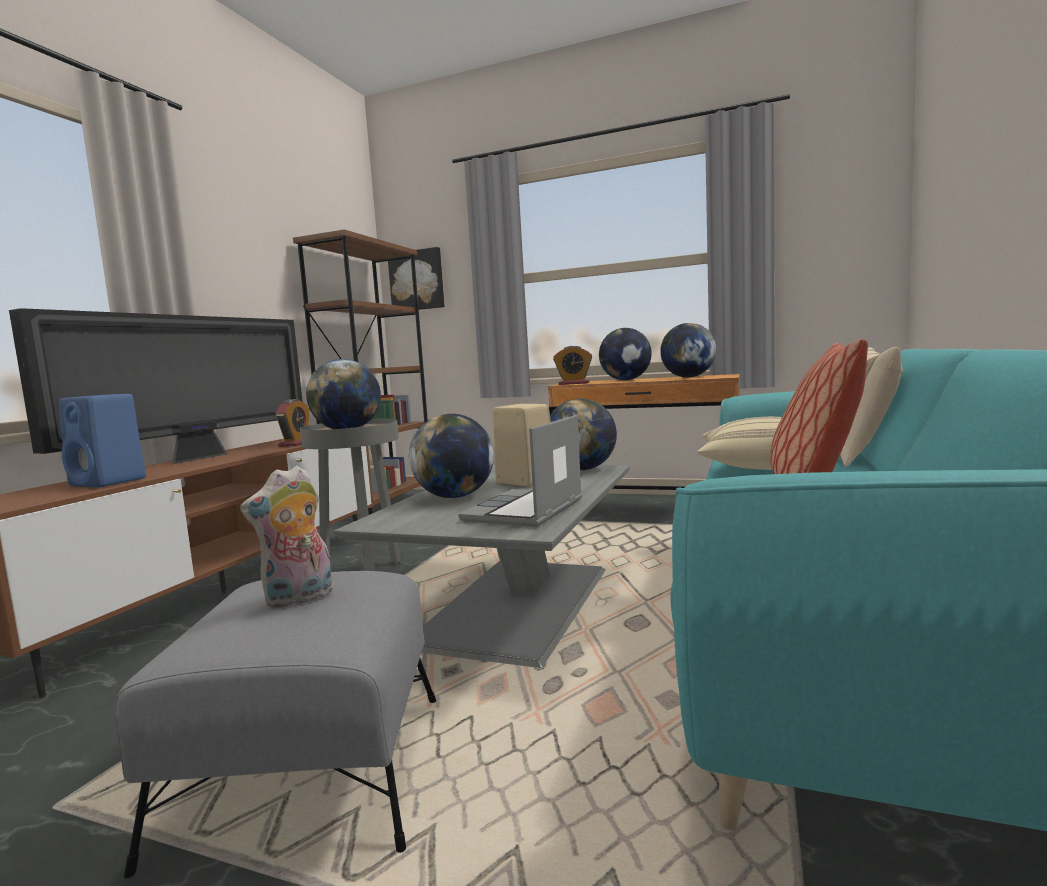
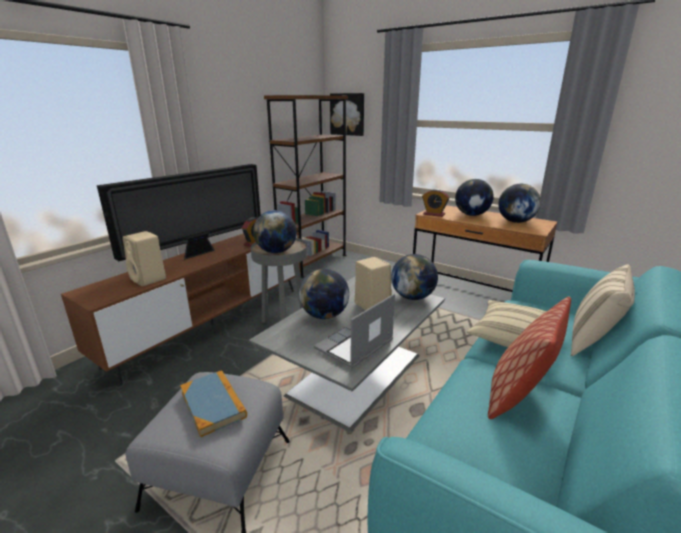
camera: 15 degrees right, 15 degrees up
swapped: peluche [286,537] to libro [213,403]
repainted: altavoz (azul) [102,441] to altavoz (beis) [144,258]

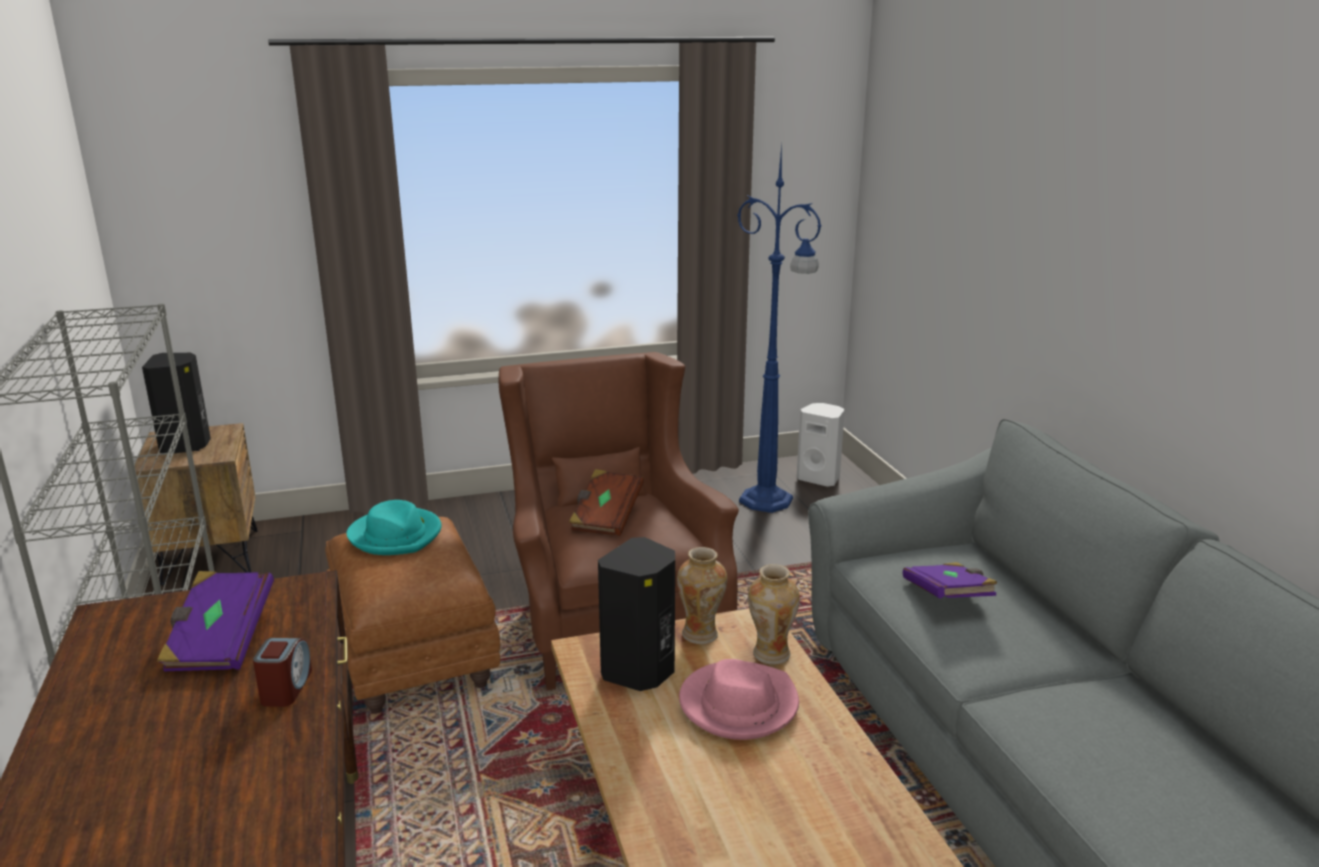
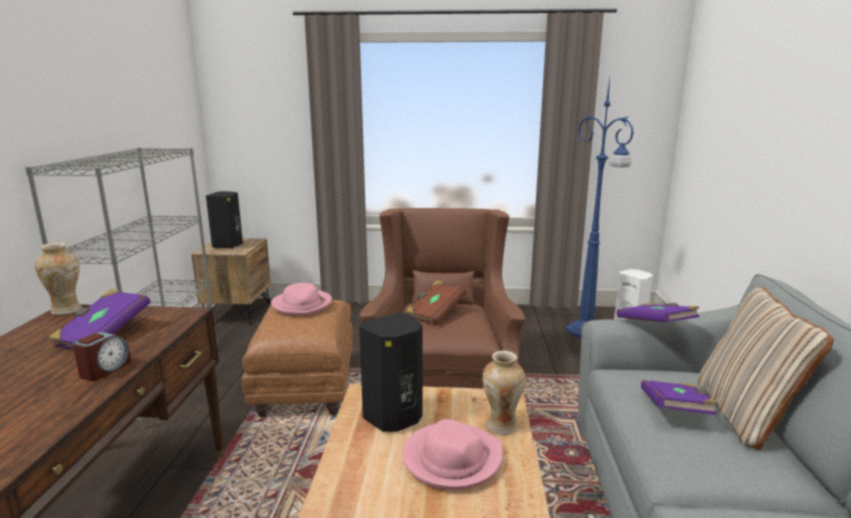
camera: 20 degrees right, 5 degrees down
new: libro (morado) [658,312]; cojín (beis) [766,368]
shifted: florero [702,595] to [58,279]
repainted: sombrero (turquesa) [394,527] to sombrero (rosa) [301,299]

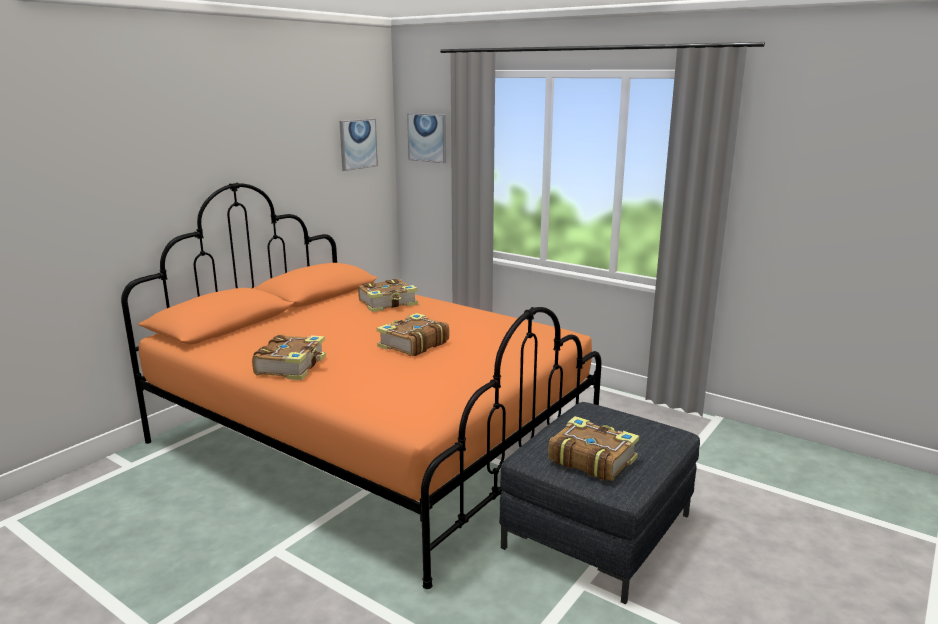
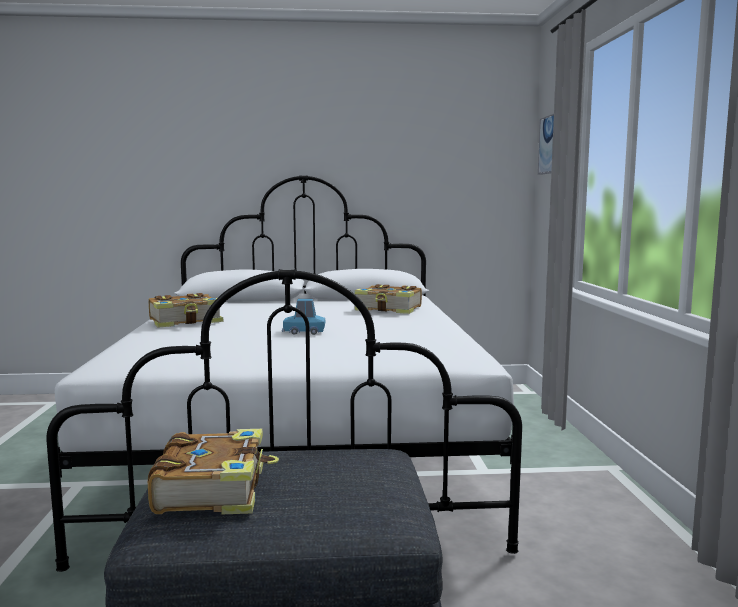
camera: 50 degrees right, 10 degrees down
gone: cuadro [358,145]
swapped: libro [413,334] to coche de juguete (azul) [303,317]
repainted: cama (naranja) [361,386] to cama (blanco) [284,373]

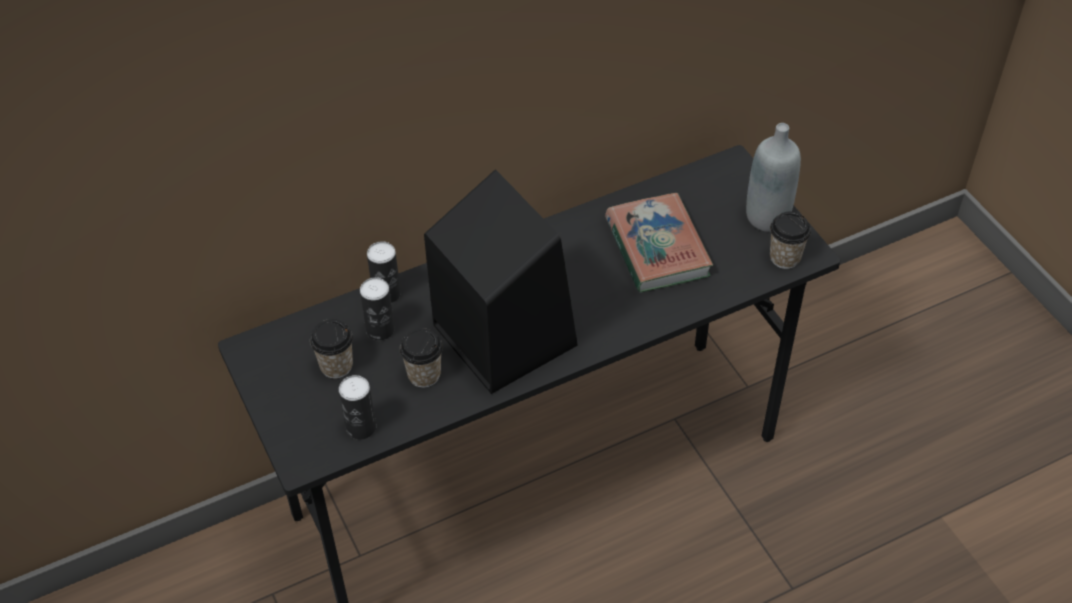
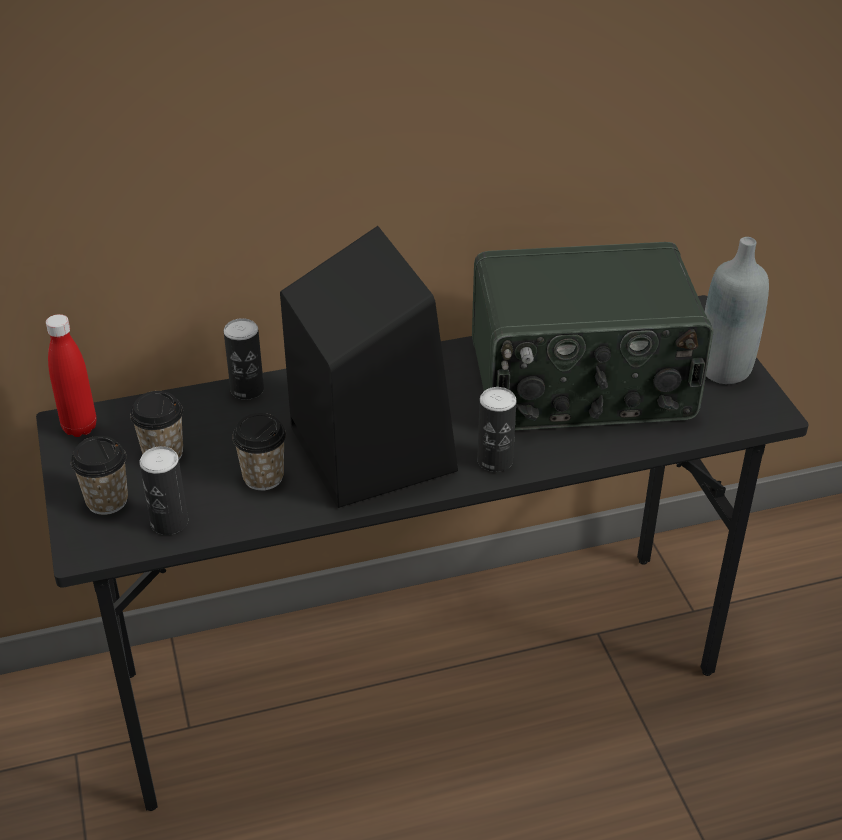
camera: 10 degrees right, 10 degrees down
new: botella (rojo) [71,375]
shifted: taza [790,240] to [99,475]; lata [377,308] to [497,429]
swapped: libro [659,243] to radio [592,336]

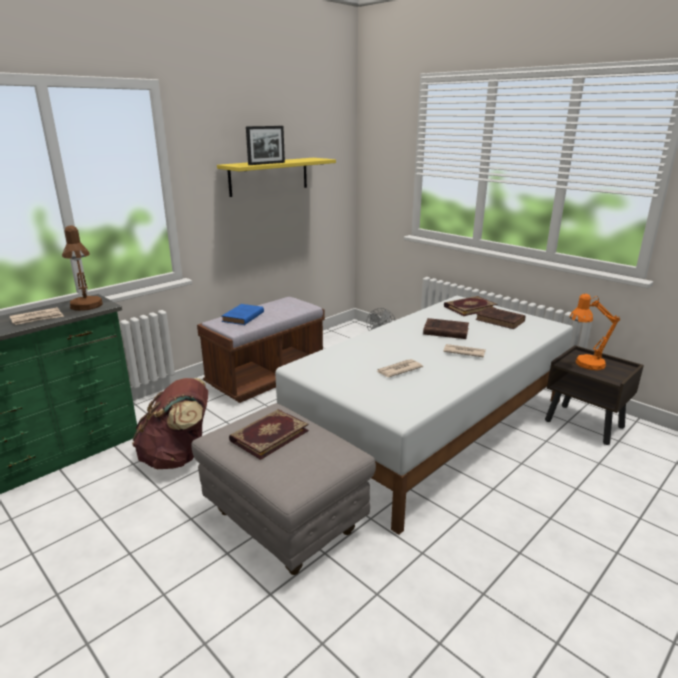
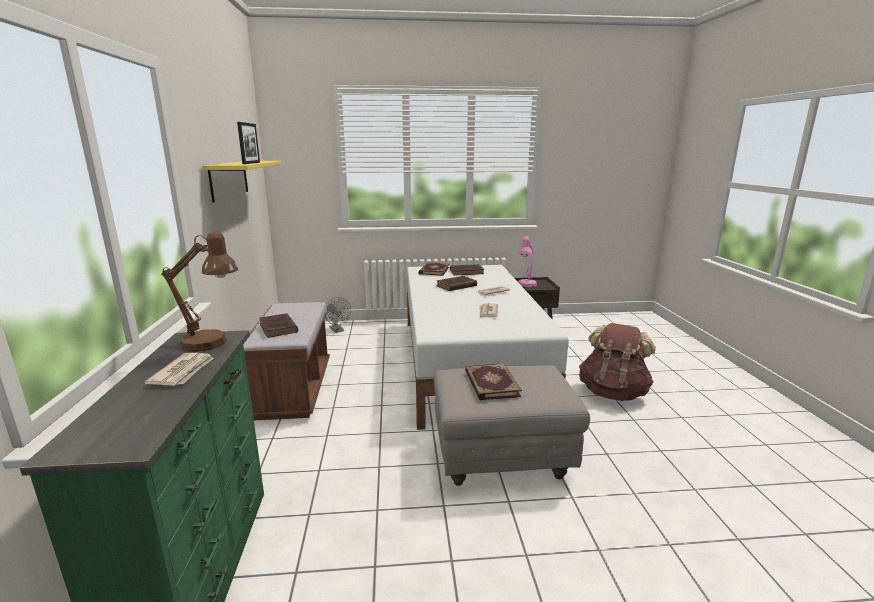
camera: 50 degrees left, 5 degrees down
shifted: mochila (marrón) [170,423] to [617,362]
repainted: libro (azul) [243,314] to libro (marrón) [278,325]; lámpara de mesa (naranja) [594,331] to lámpara de mesa (rosa) [527,261]

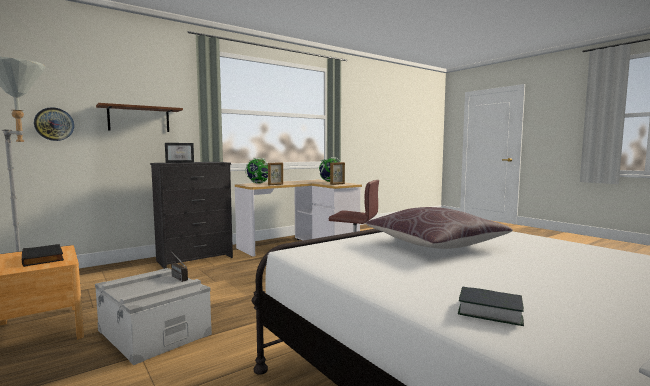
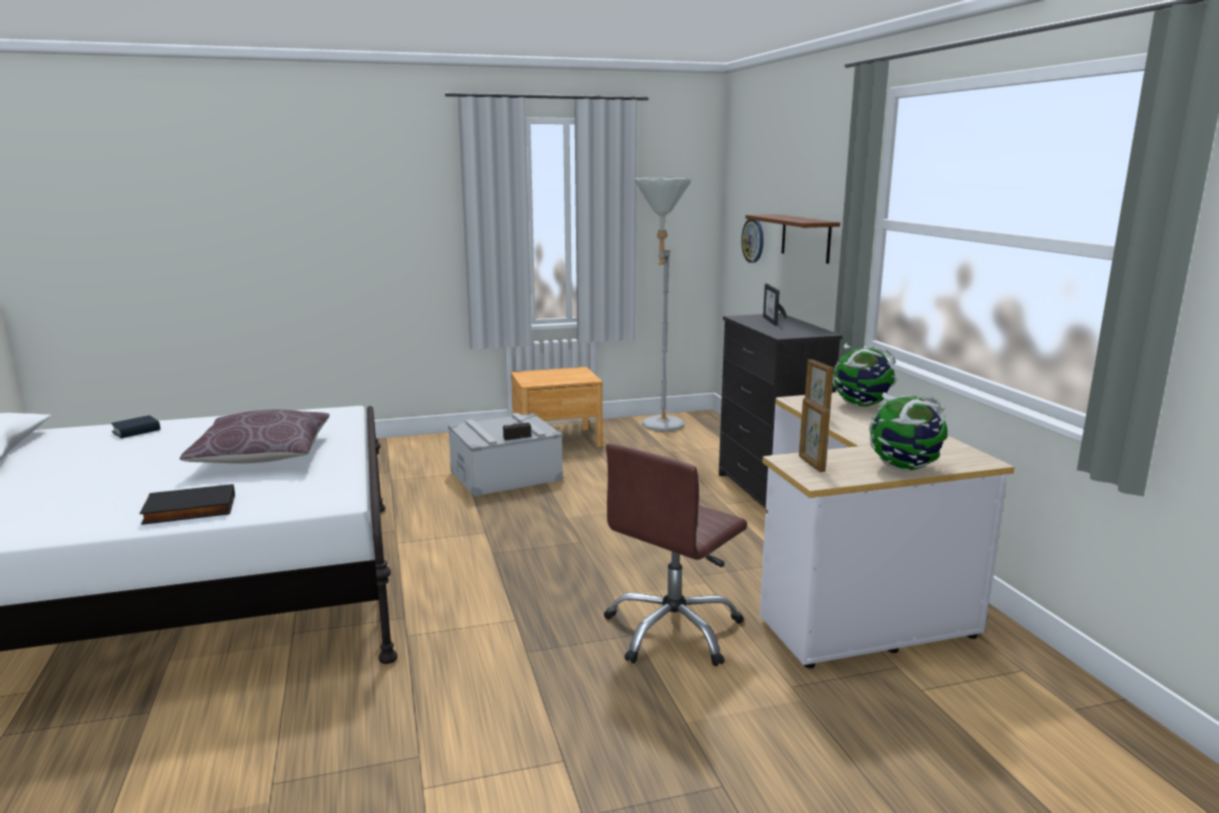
camera: 110 degrees right, 10 degrees up
shifted: libro (negro) [43,255] to [187,504]

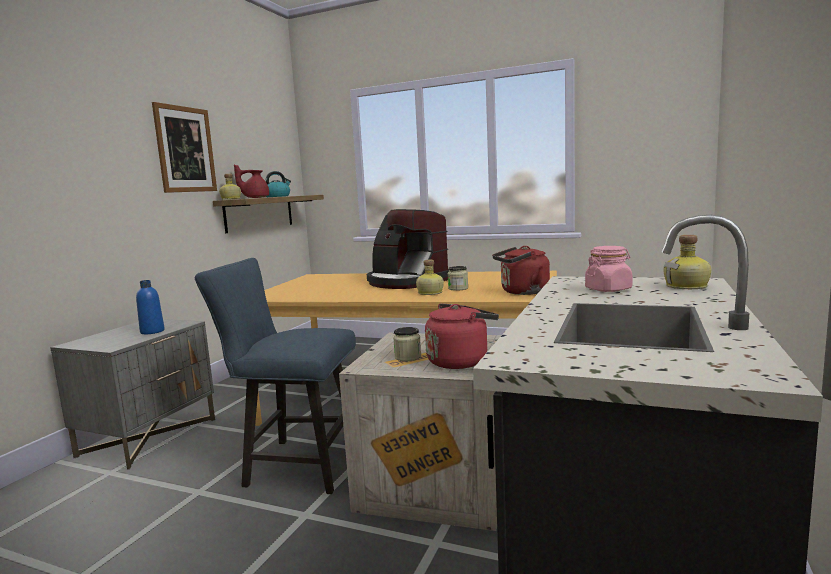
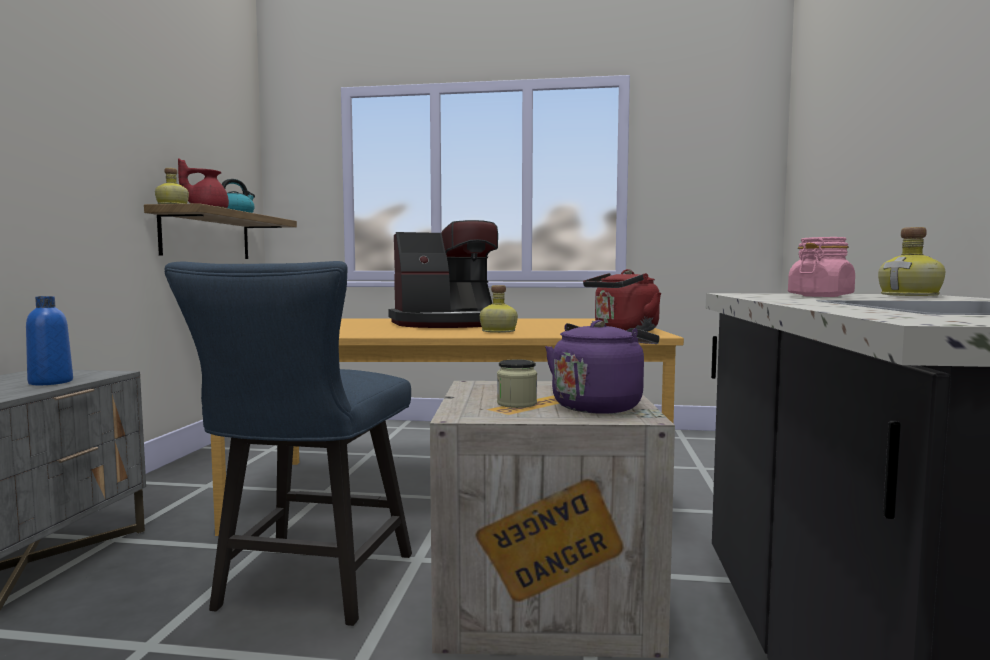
camera: 15 degrees left, 5 degrees down
gone: cuadro [184,147]; tarro [457,278]
repainted: hervidor (rojo) [462,336] to hervidor (morado) [602,367]
rotated: silla (azul) [275,376] = [288,443] 75 degrees counterclockwise; cafetera [408,249] = [443,274] 45 degrees counterclockwise

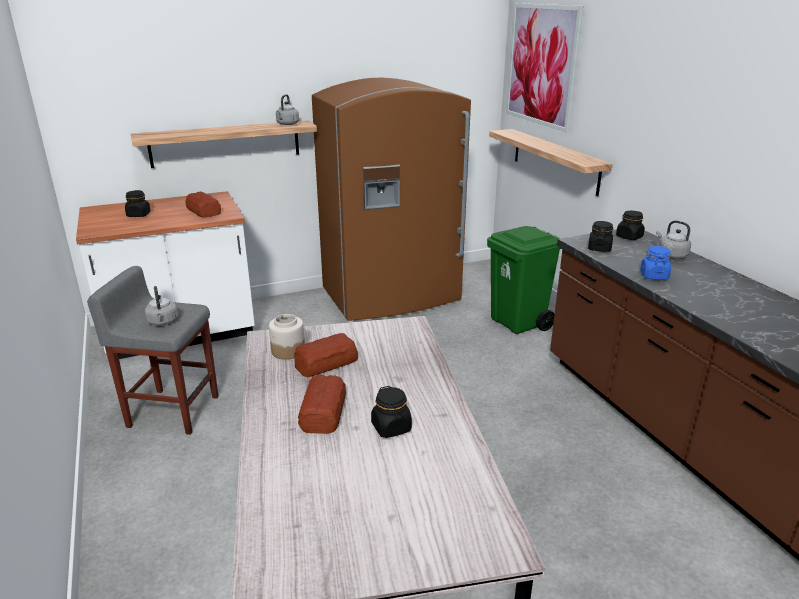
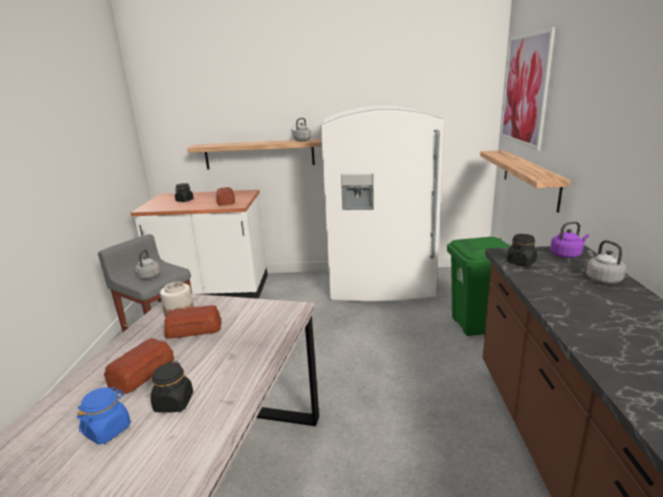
camera: 25 degrees right, 5 degrees down
shifted: tarro (azul) [655,263] to [104,416]
swapped: tarro (negro) [630,225] to hervidor (morado) [569,239]
repainted: nevera (marrón) [391,199] to nevera (blanco) [382,203]

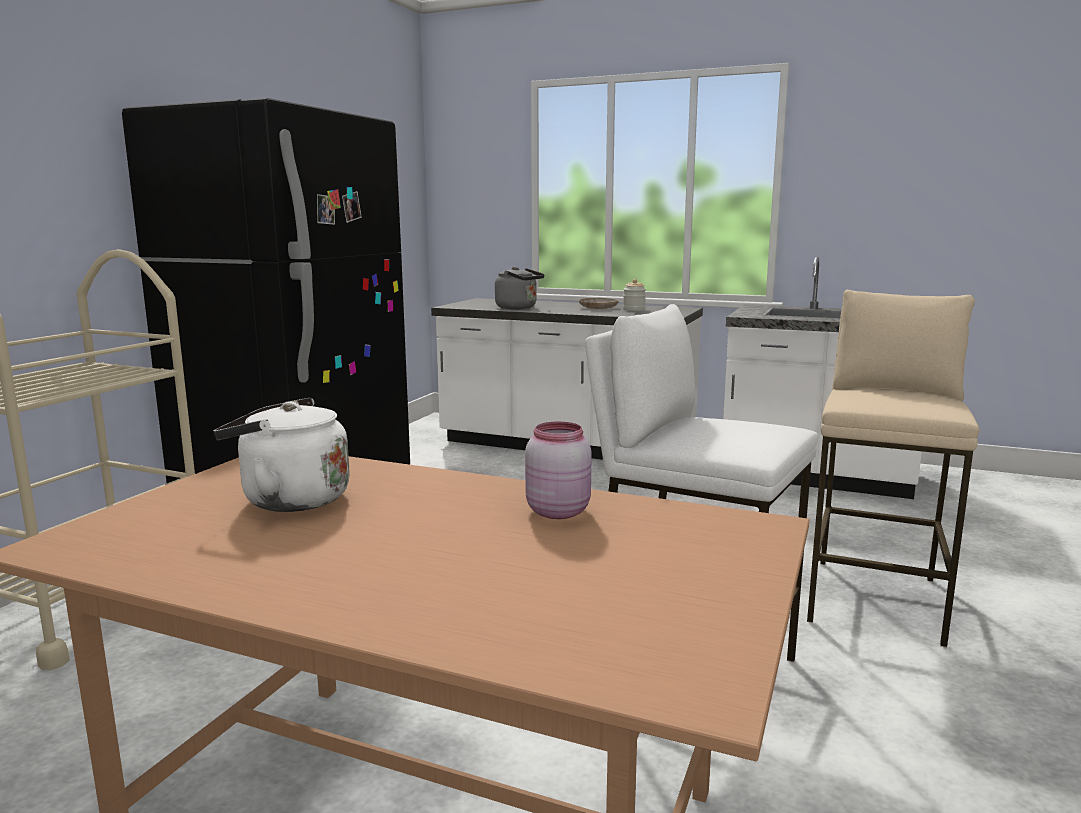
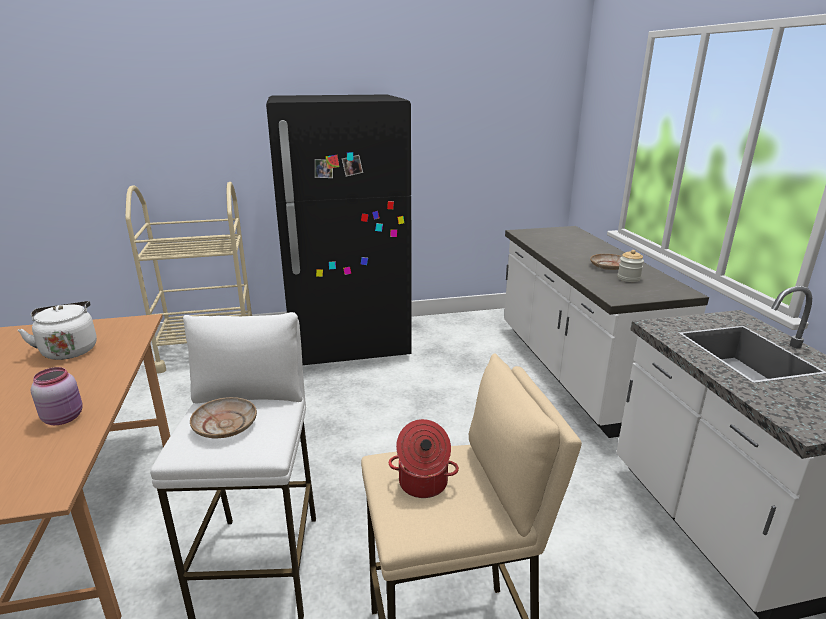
camera: 55 degrees right, 10 degrees up
gone: hervidor (gris) [519,288]
new: plato (beis) [223,417]; olla [424,458]

